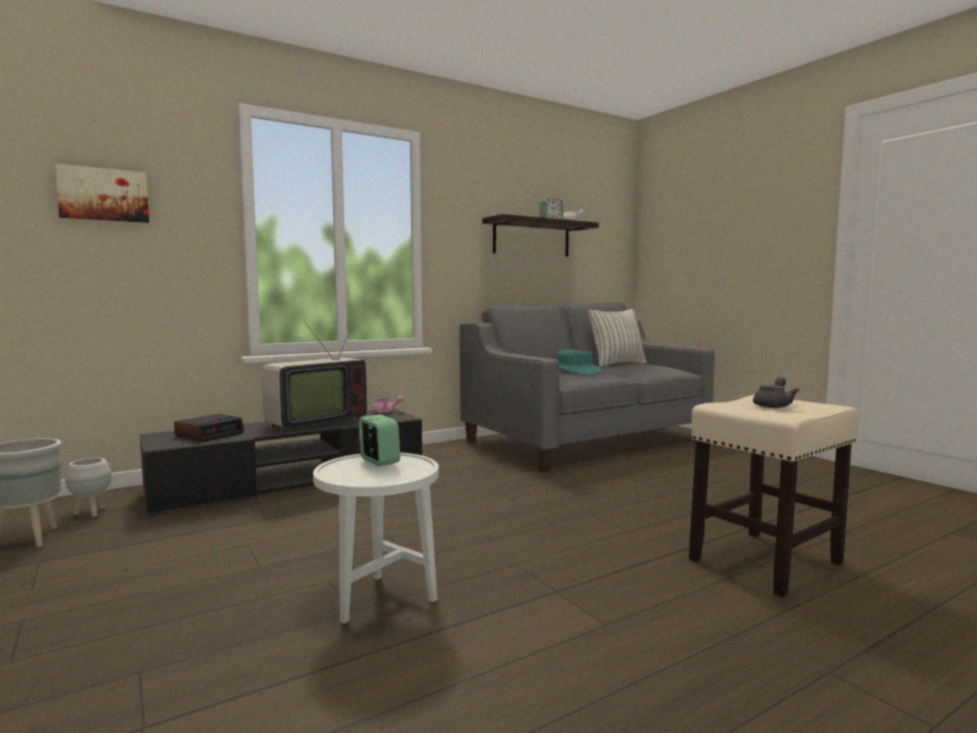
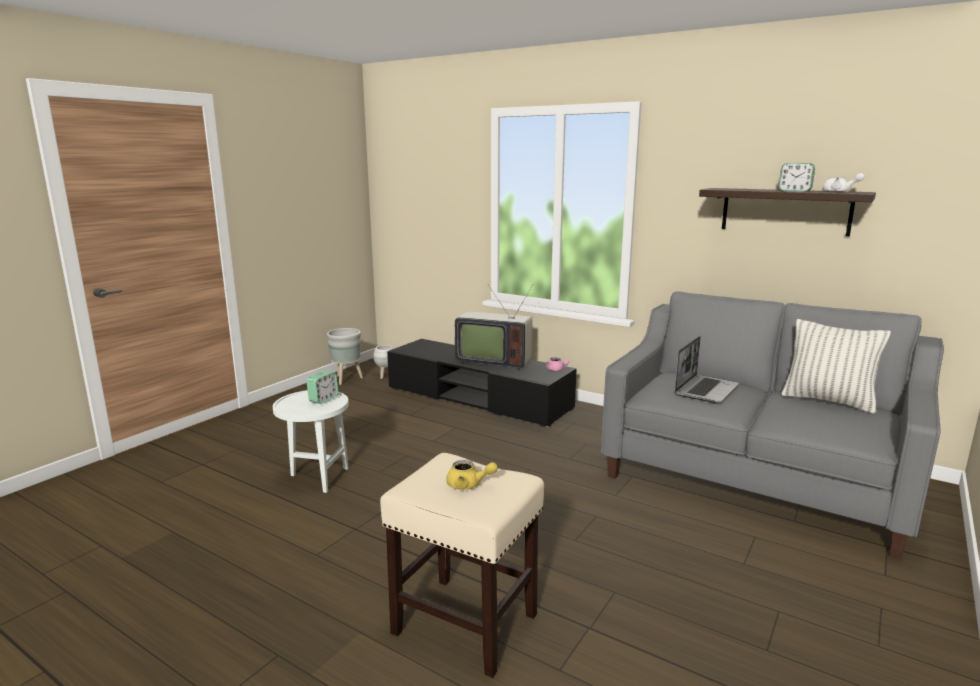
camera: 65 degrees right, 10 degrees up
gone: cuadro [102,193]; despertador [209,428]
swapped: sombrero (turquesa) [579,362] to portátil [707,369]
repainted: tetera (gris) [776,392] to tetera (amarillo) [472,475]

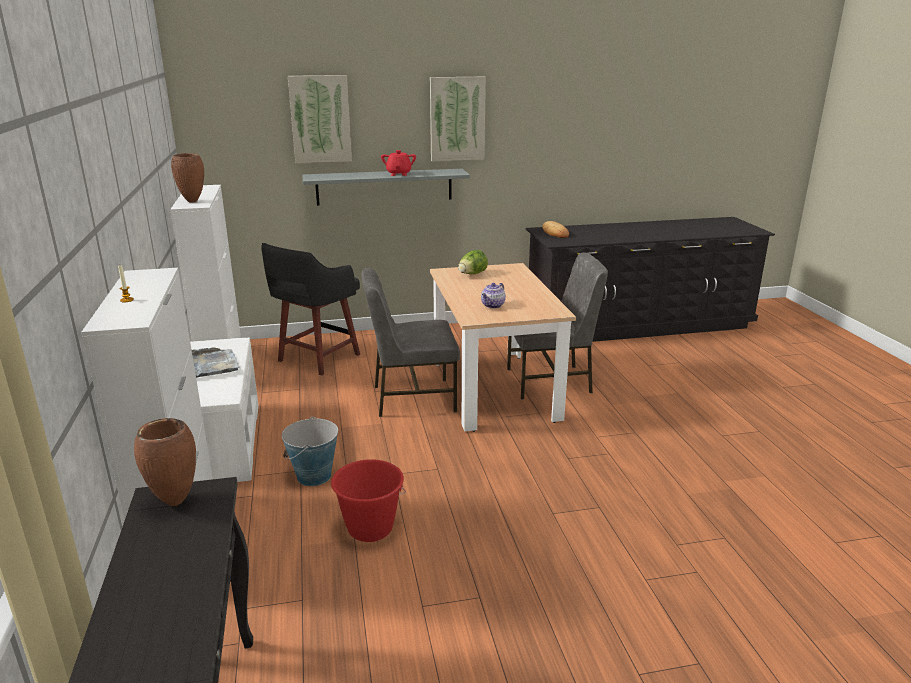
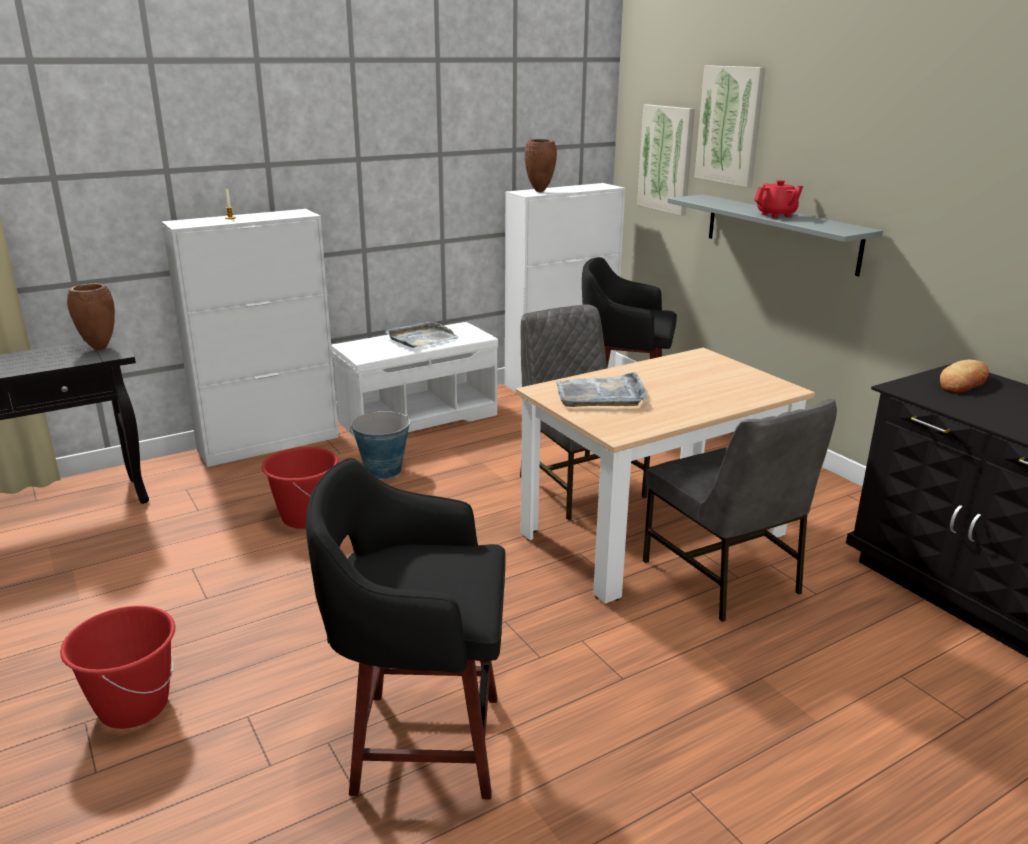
camera: 70 degrees right, 0 degrees up
gone: lechuga [473,262]
new: cubo (rojo) [117,667]; taburete (negro) [406,628]
shifted: cuadro [458,119] to [666,160]
swapped: tetera [493,295] to bandeja (gris) [601,389]

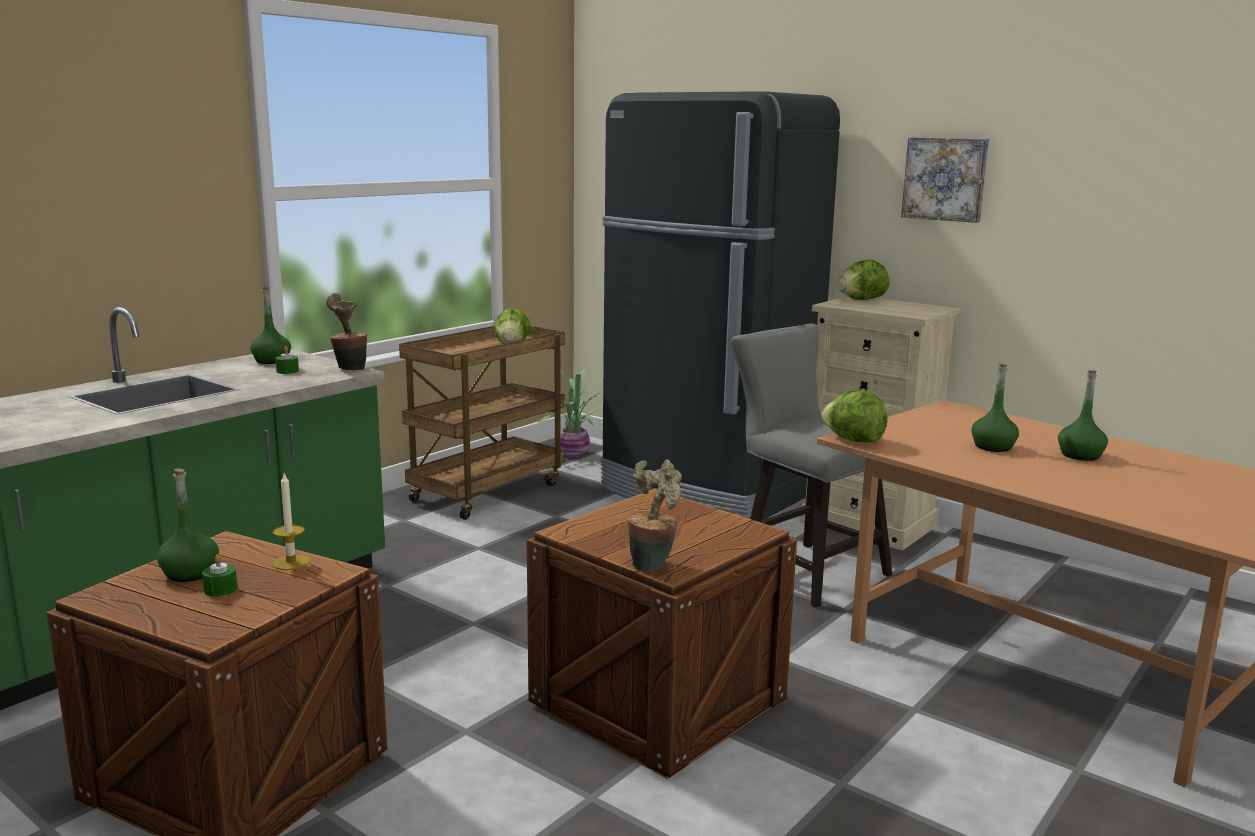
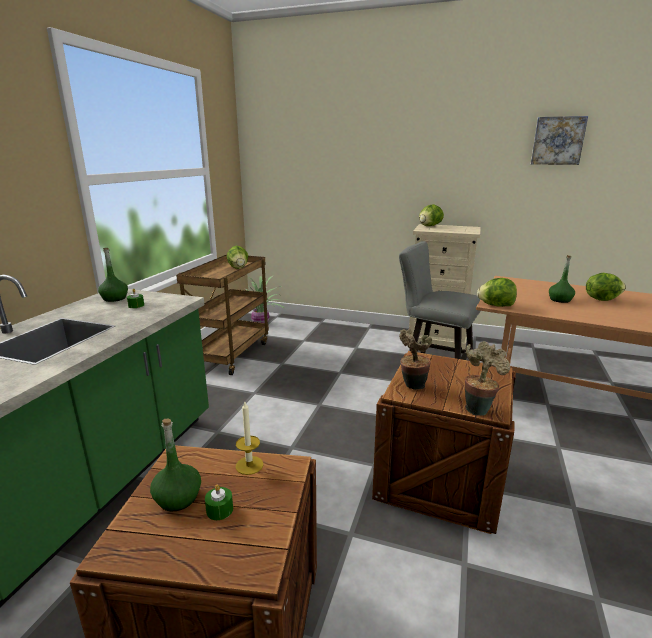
camera: 20 degrees left, 5 degrees up
gone: nevera (negro) [720,305]
shifted: planta en maceta [346,332] to [415,359]; cuadro [945,180] to [559,140]
swapped: botella (verde) [1083,415] to lechuga [606,287]

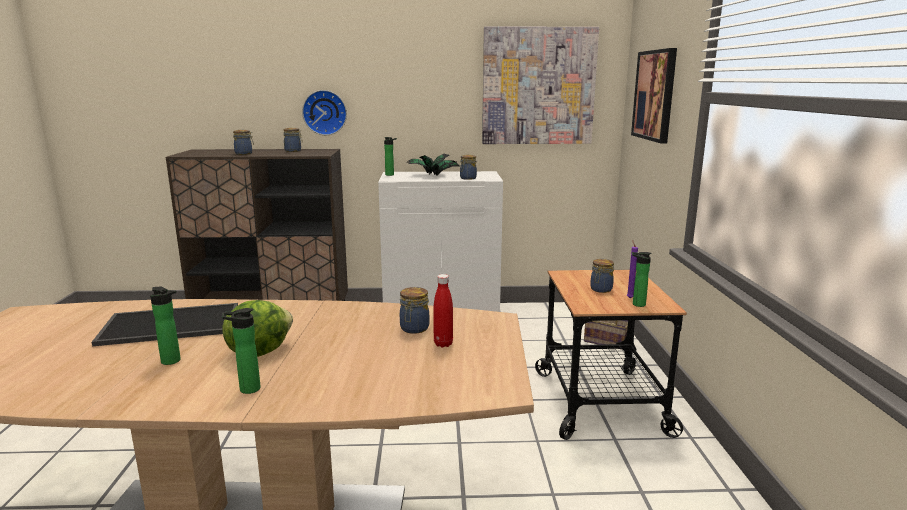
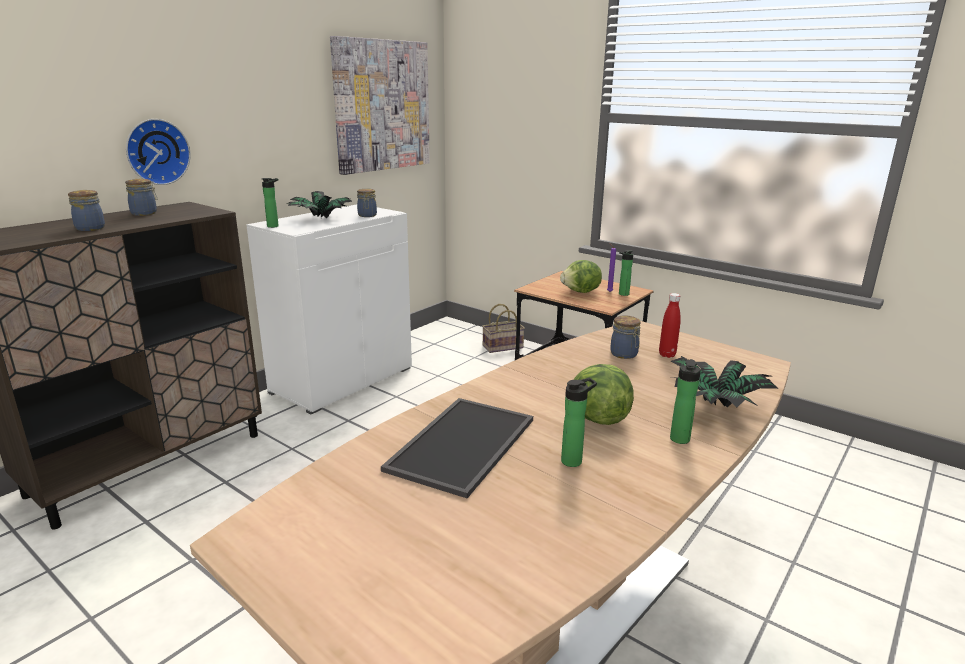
camera: 50 degrees left, 5 degrees up
gone: cuadro [654,95]
new: planta en maceta [722,381]
swapped: tarro [602,276] to lechuga [581,276]

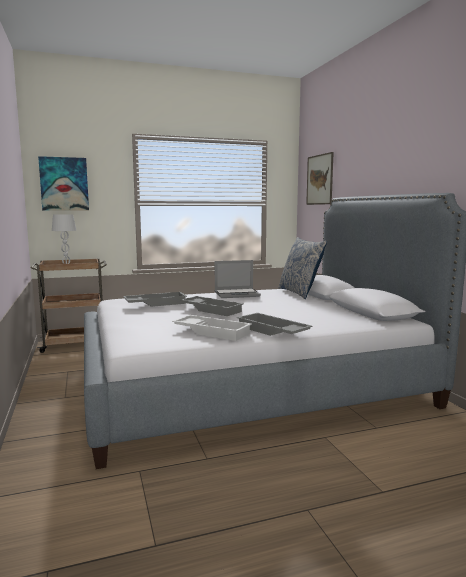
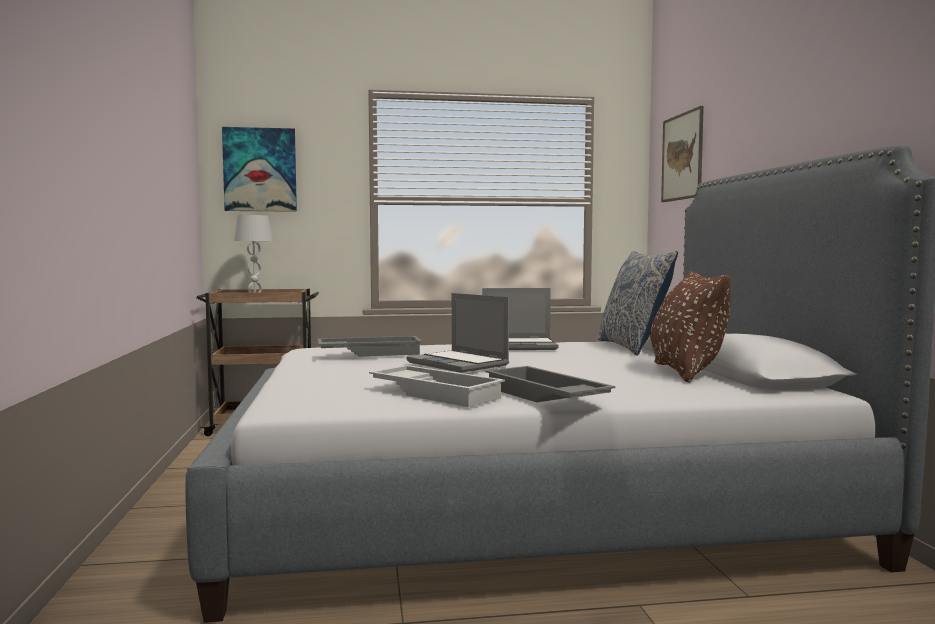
camera: 10 degrees right, 5 degrees down
new: cojín (marrón) [690,327]
swapped: bandeja (gris) [212,306] to portátil [458,333]

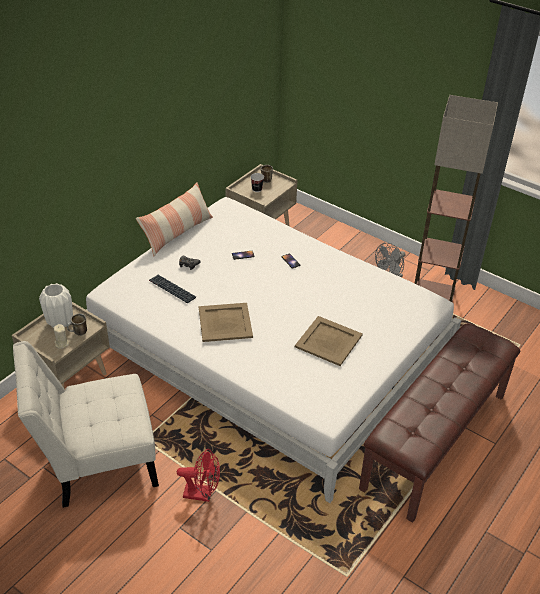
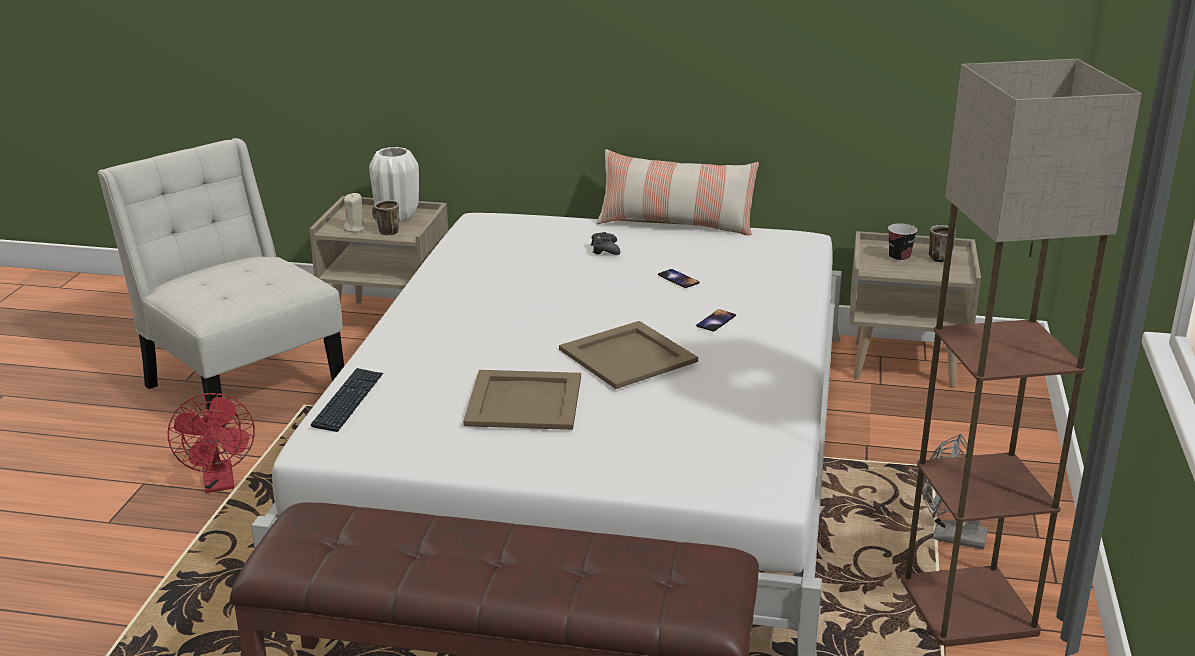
camera: 65 degrees right, 15 degrees down
shifted: teclado [172,289] to [347,400]; bandeja (beis) [226,322] to [628,355]

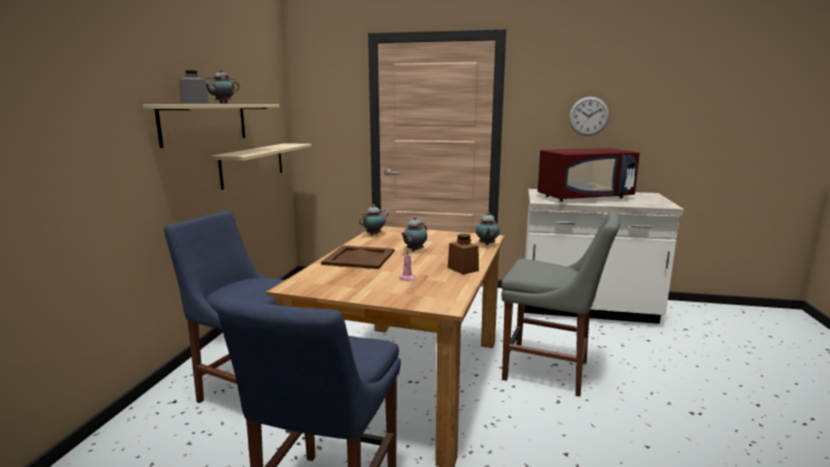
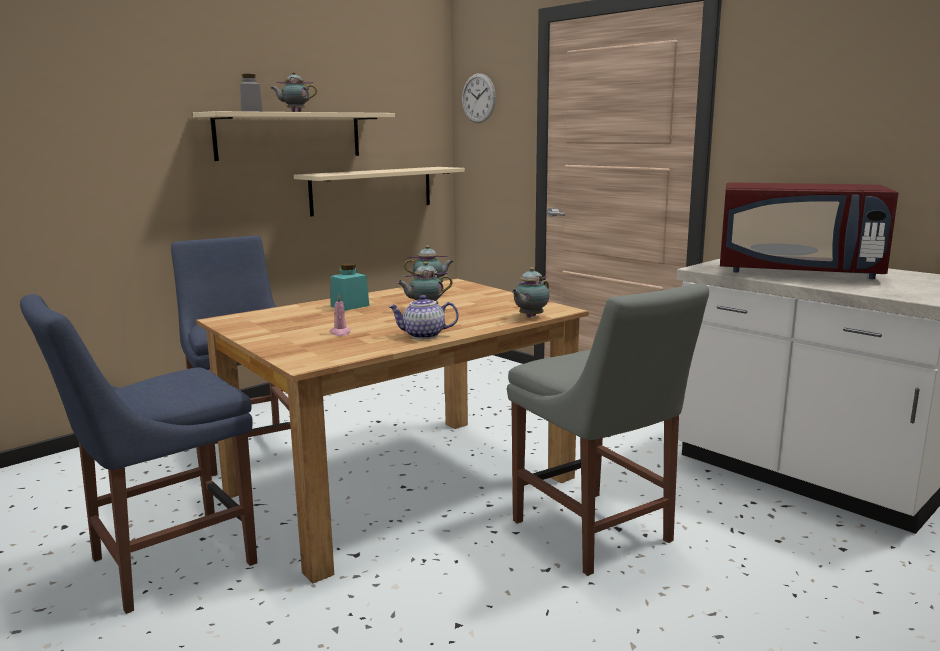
camera: 35 degrees right, 0 degrees up
shifted: reloj de pared [589,116] to [479,98]
swapped: bandeja (marrón) [358,257] to tarro (turquesa) [350,287]; tarro (marrón) [463,254] to tetera [423,317]

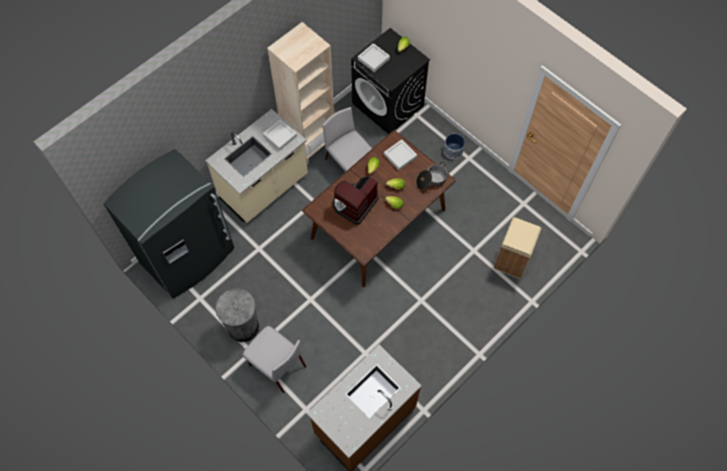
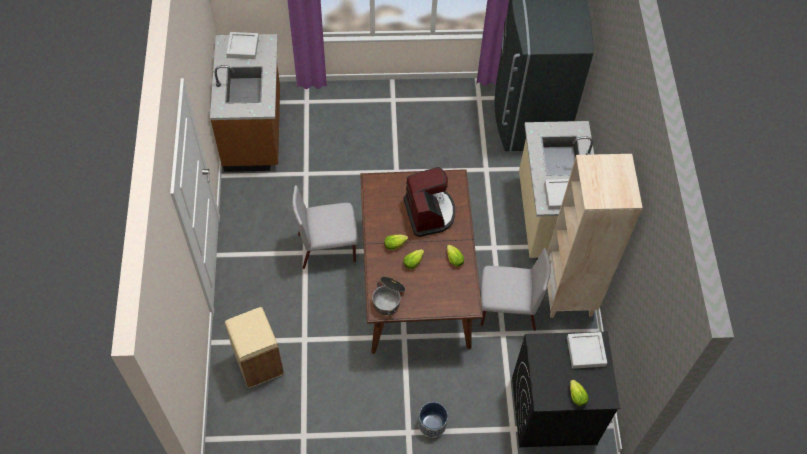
camera: 130 degrees right, 5 degrees down
gone: papelera (gris) [237,315]
shifted: bandeja (gris) [400,155] to [242,45]; silla (gris) [274,359] to [325,227]

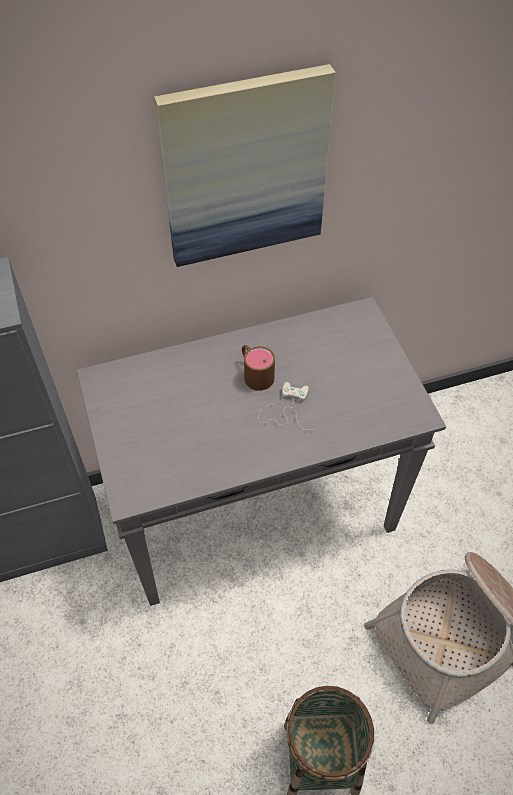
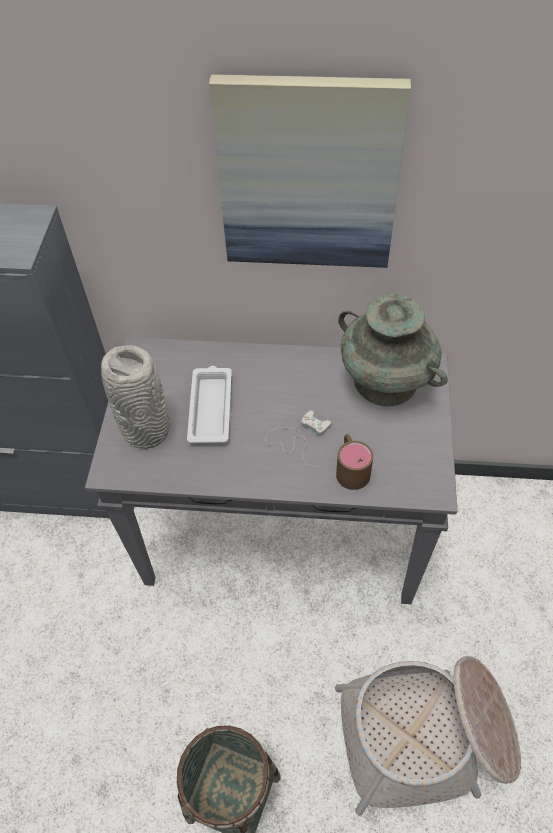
camera: 25 degrees right, 0 degrees up
new: florero (gris) [135,397]; bandeja (blanco) [209,404]; florero (turquesa) [393,350]
shifted: taza grande (marrón) [258,368] to [354,462]

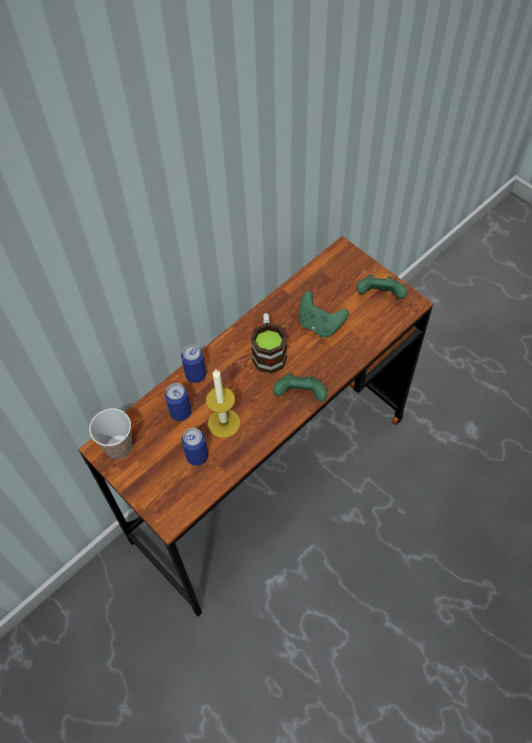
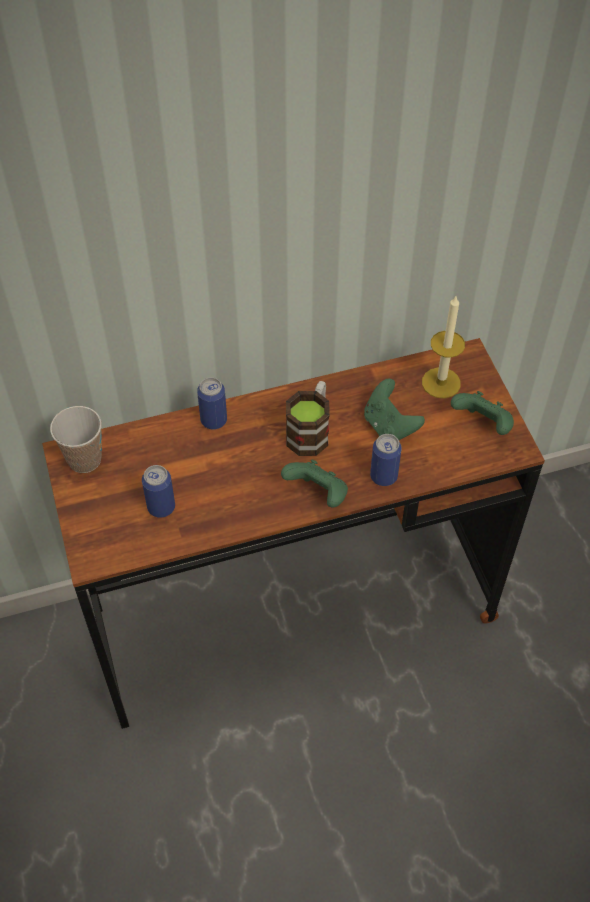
camera: 25 degrees right, 5 degrees down
shifted: lata [178,402] to [386,460]; vela [223,404] to [443,347]

